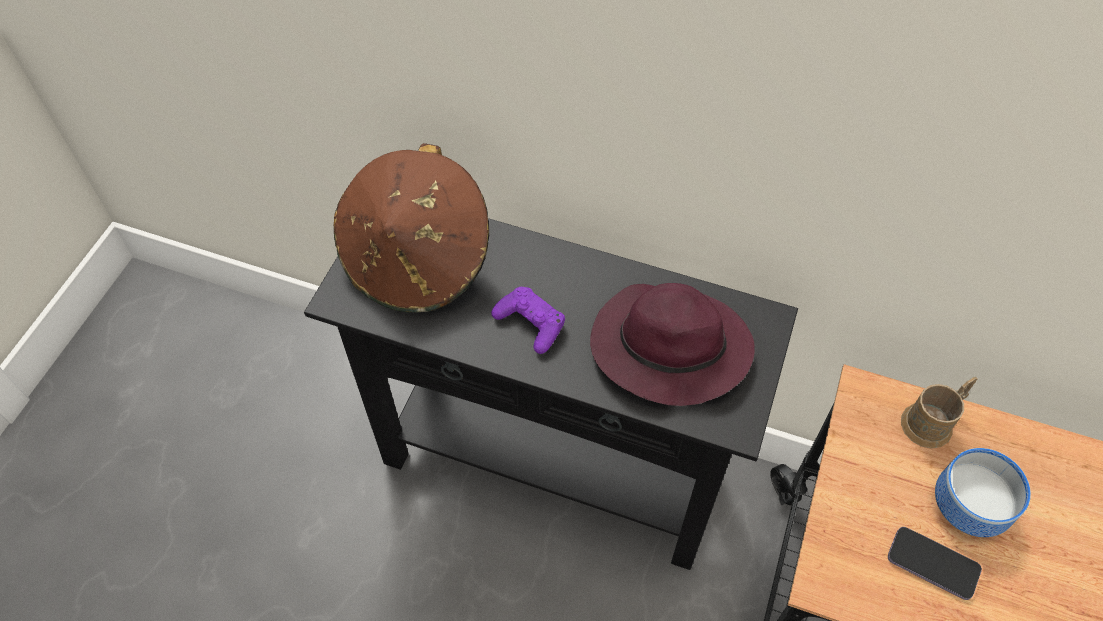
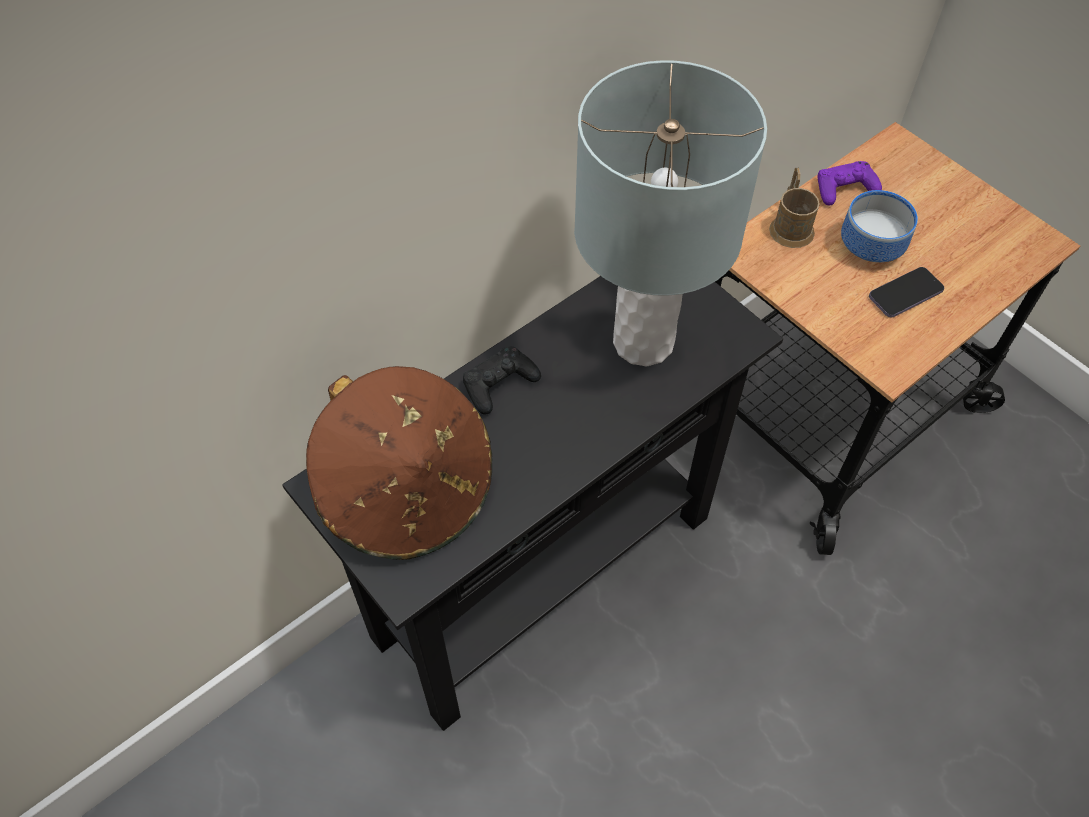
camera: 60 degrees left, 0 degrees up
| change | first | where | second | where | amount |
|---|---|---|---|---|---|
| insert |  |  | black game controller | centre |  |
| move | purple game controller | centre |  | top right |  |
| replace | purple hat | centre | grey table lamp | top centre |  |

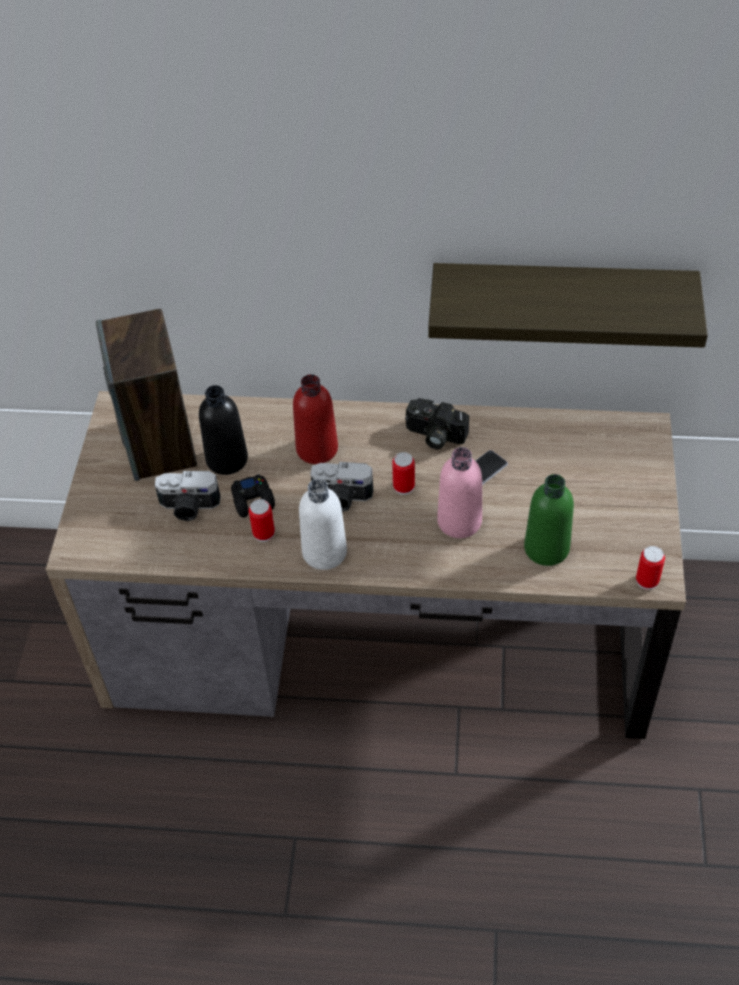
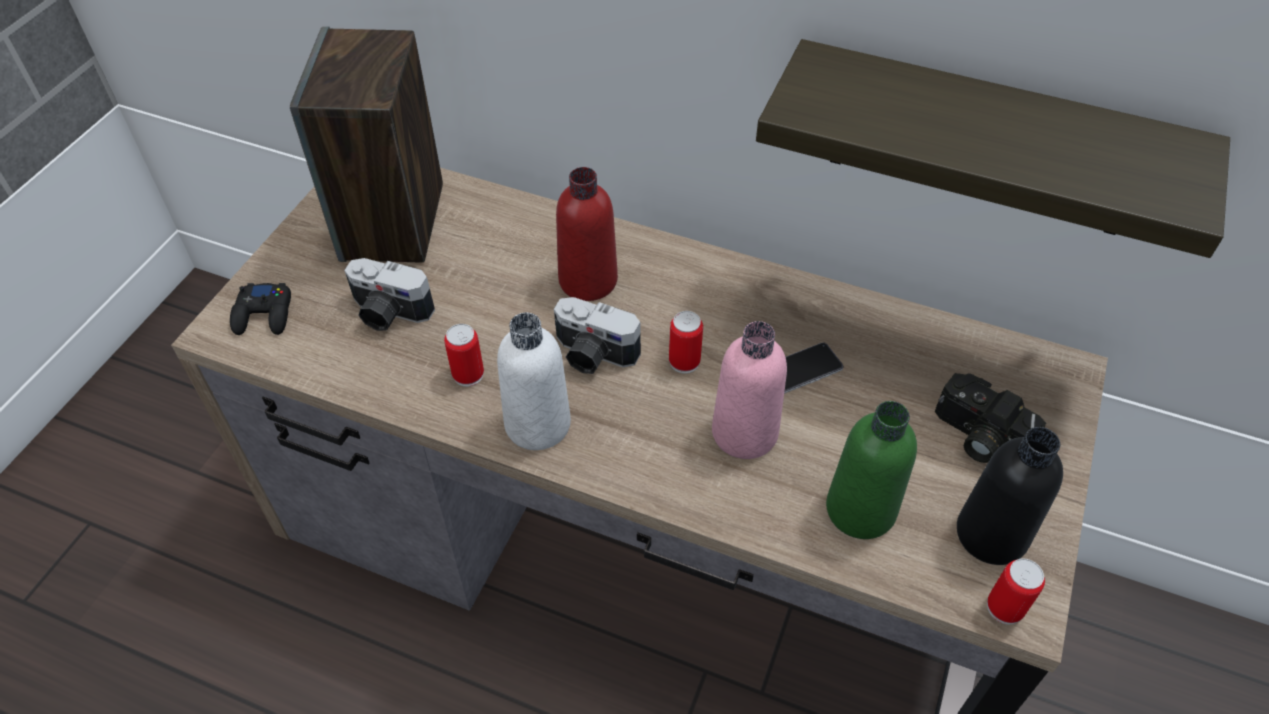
camera: 15 degrees right, 0 degrees up
| change | first | where | second | where | amount |
|---|---|---|---|---|---|
| move | black bottle | middle left |  | bottom right |  |
| move | black game controller | centre |  | middle left |  |
| move | photo camera (3rd from left) | centre |  | middle right |  |

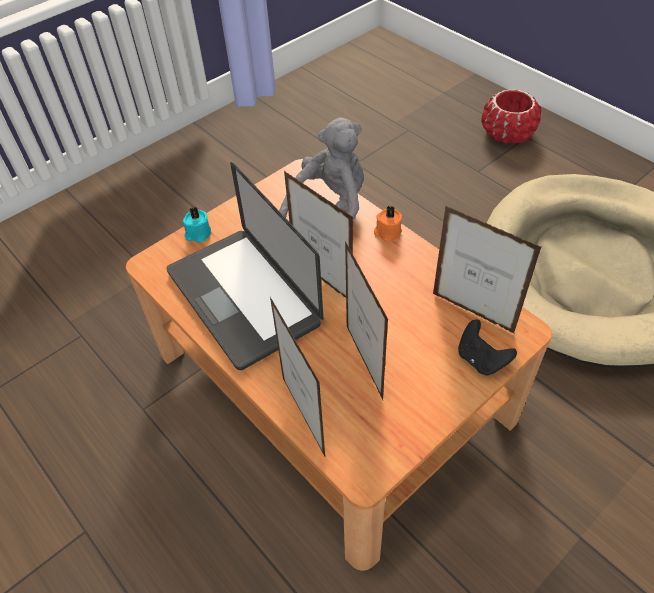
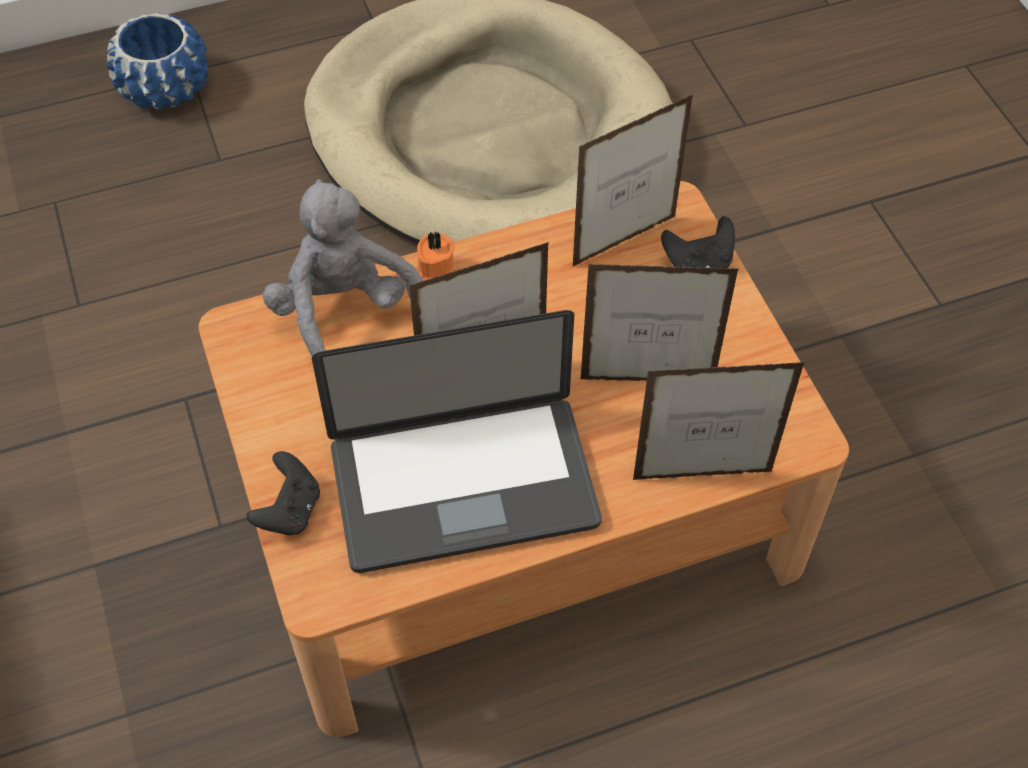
camera: 70 degrees left, 5 degrees up
| change | first | where | second | where | amount |
|---|---|---|---|---|---|
| replace | turquoise candle | middle left | black game controller (1st from left) | middle left |  |
| recolor | red planter | top right | blue planter | top left |  |

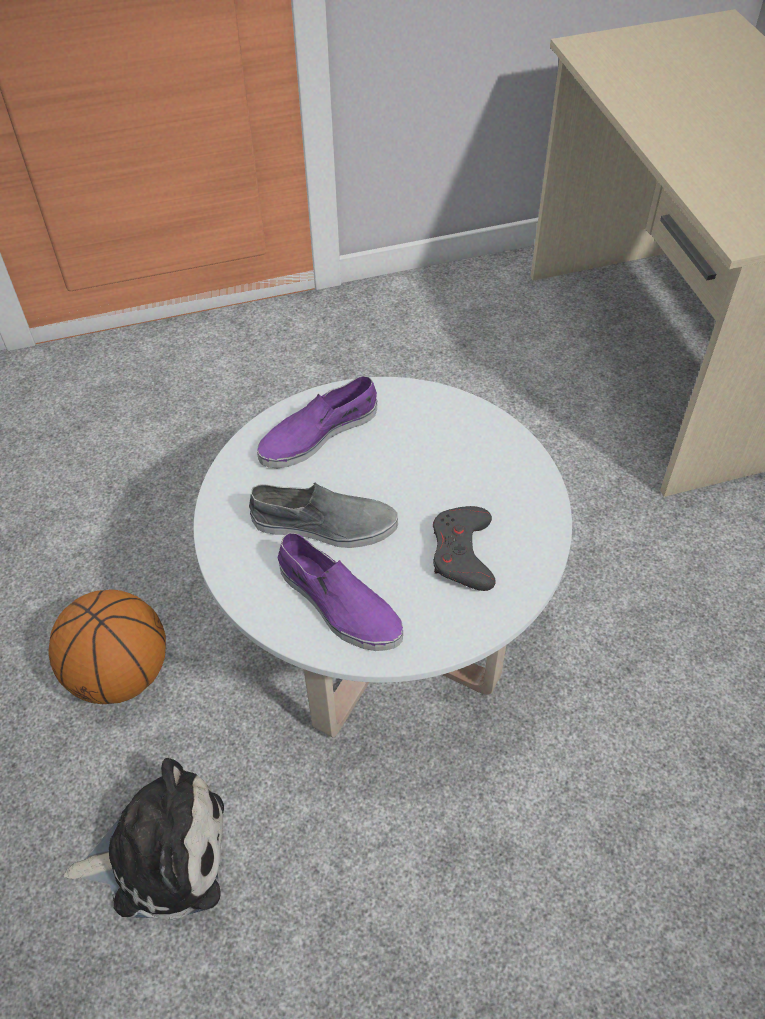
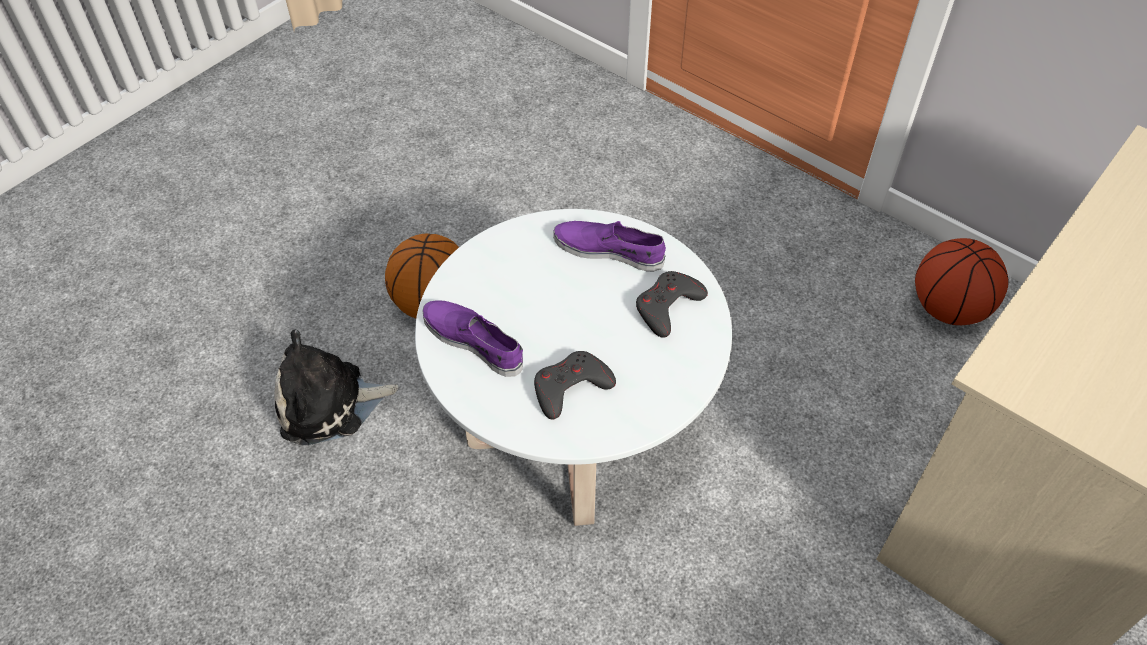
camera: 55 degrees right, 0 degrees up
| change | first | where | second | where | amount |
|---|---|---|---|---|---|
| delete | grey shoe | centre |  |  |  |
| insert |  |  | grey game controller (2nd from left) | centre |  |
| insert |  |  | basketball (2nd from left) | middle right |  |
| rotate | plush toy | bottom left |  | middle left | 120 degrees clockwise |
| rotate | purple shoe (2nd from left in the first image) | centre | purple shoe (1st from left) | centre | 120 degrees clockwise |

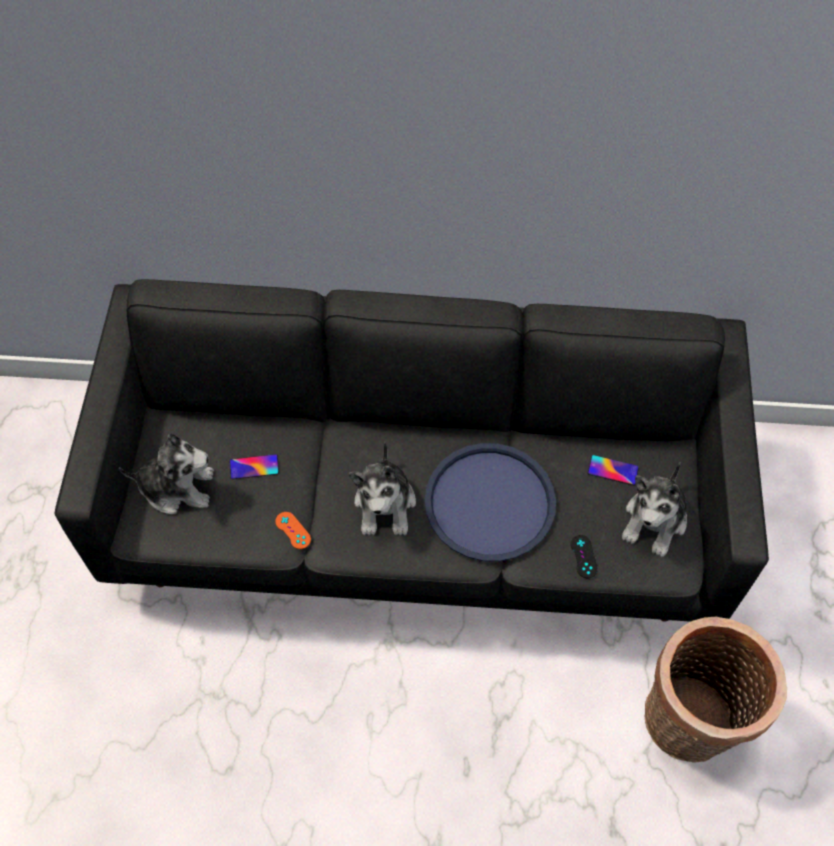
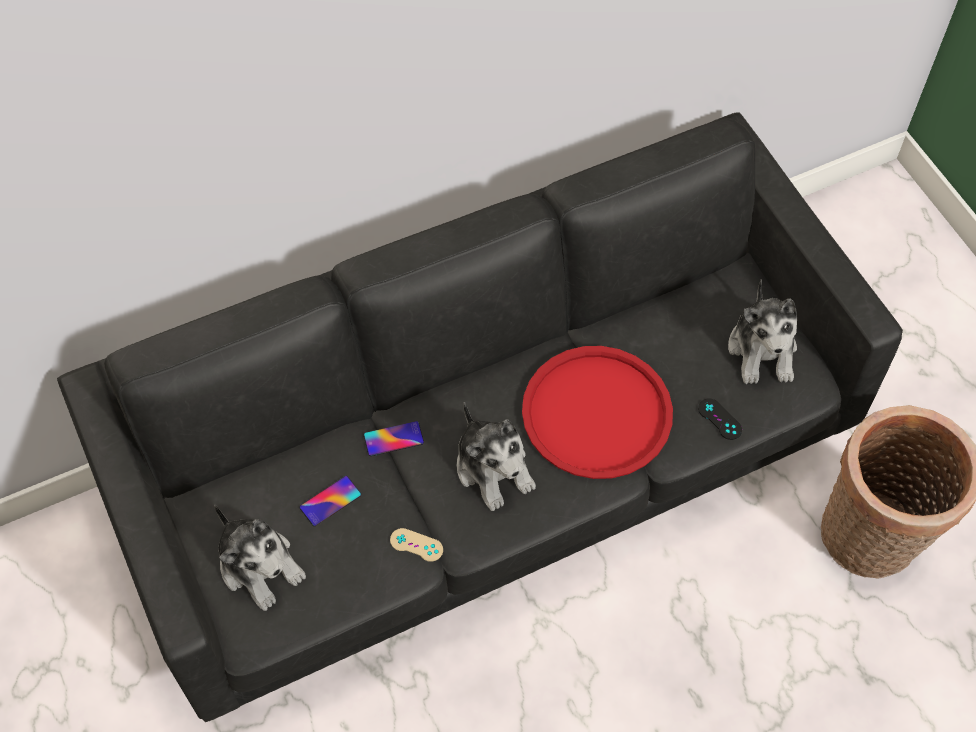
camera: 30 degrees left, 0 degrees up
| change | first | where | second | where | amount |
|---|---|---|---|---|---|
| move | phone (2nd from left) | middle right |  | centre |  |
| recolor | orange game controller | centre | beige game controller | bottom centre |  |
| recolor | blue tray | centre | red tray | centre |  |
| rotate | plush toy (1st from left) | middle left |  | bottom left | 75 degrees clockwise |

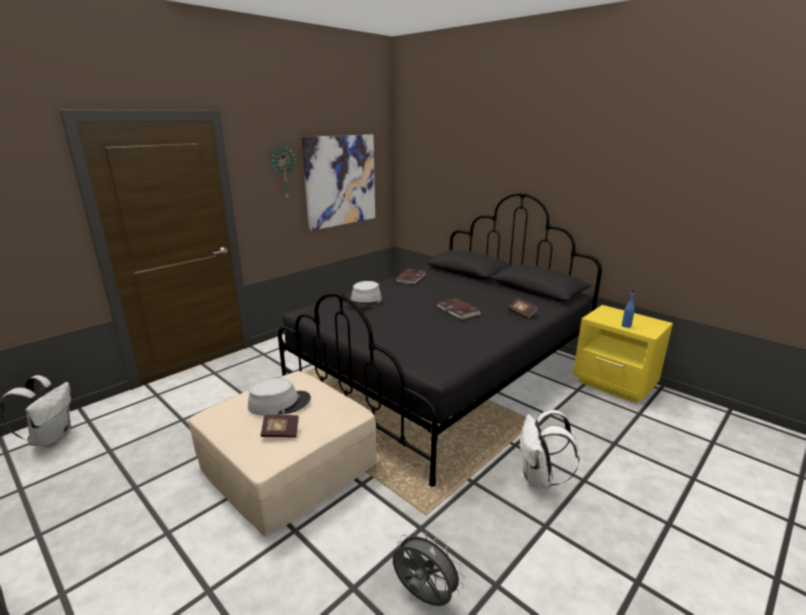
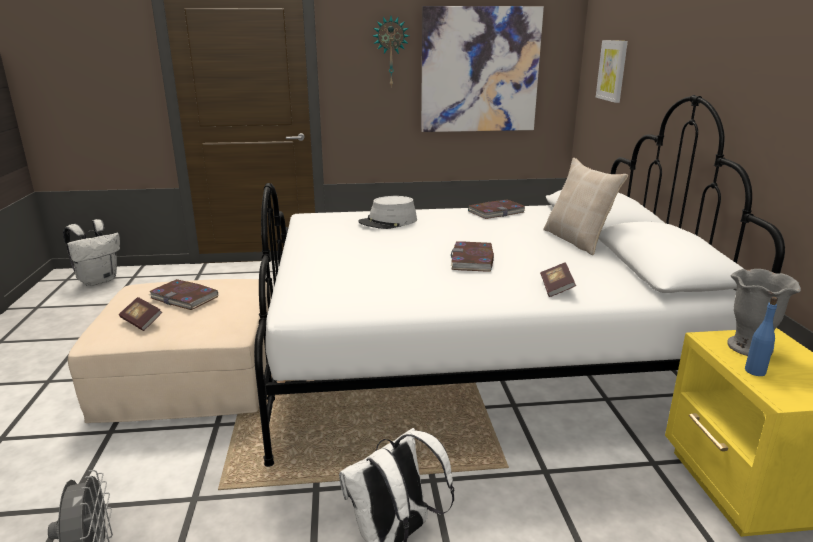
camera: 40 degrees right, 0 degrees up
| change | first | where | second | where | amount |
|---|---|---|---|---|---|
| insert |  |  | beige pillow | middle right |  |
| insert |  |  | picture (2nd from left) | top right |  |
| insert |  |  | grey vase | middle right |  |
| replace | grey hat (1st from left) | centre | book (2nd from left) | middle left |  |
| recolor | black bed | centre | white bed | centre |  |

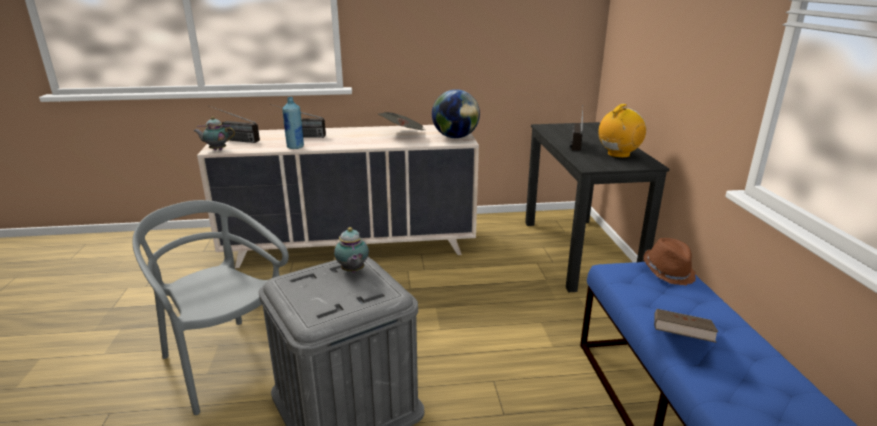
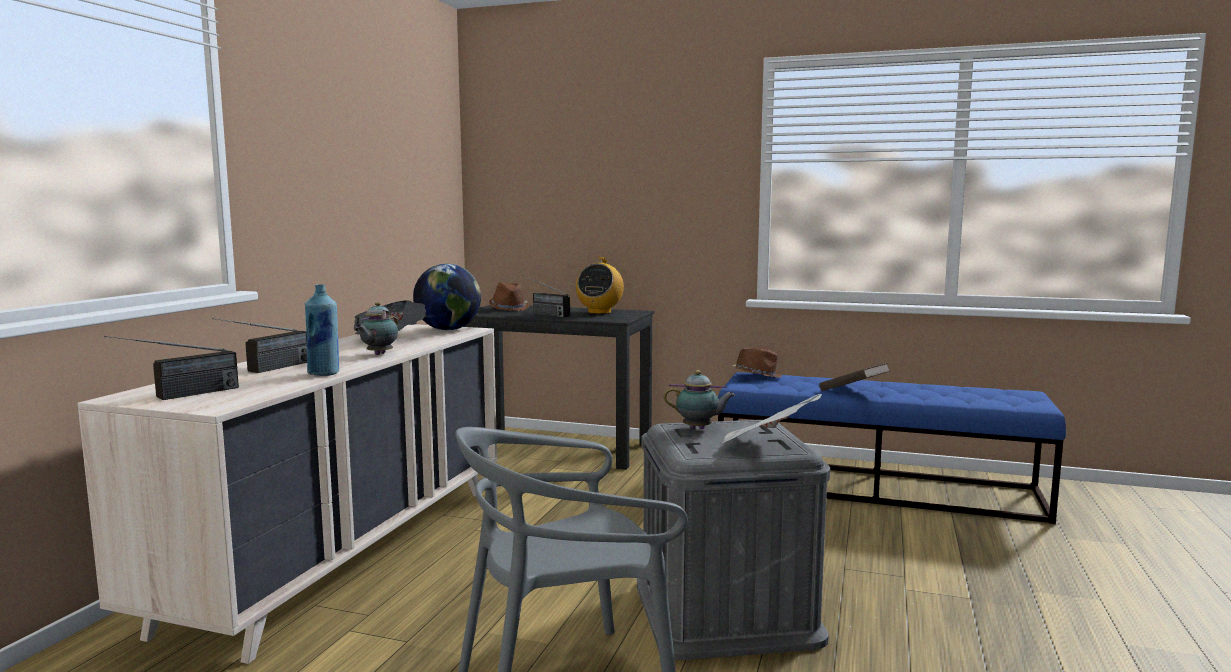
camera: 65 degrees left, 15 degrees down
| change | first | where | second | where | amount |
|---|---|---|---|---|---|
| insert |  |  | brown hat (1st from left) | centre |  |
| insert |  |  | newspaper (2nd from left) | centre |  |
| move | teapot (1st from left) | top left |  | middle left |  |
| rotate | radio (4th from left) | top right |  | centre | 150 degrees counterclockwise |

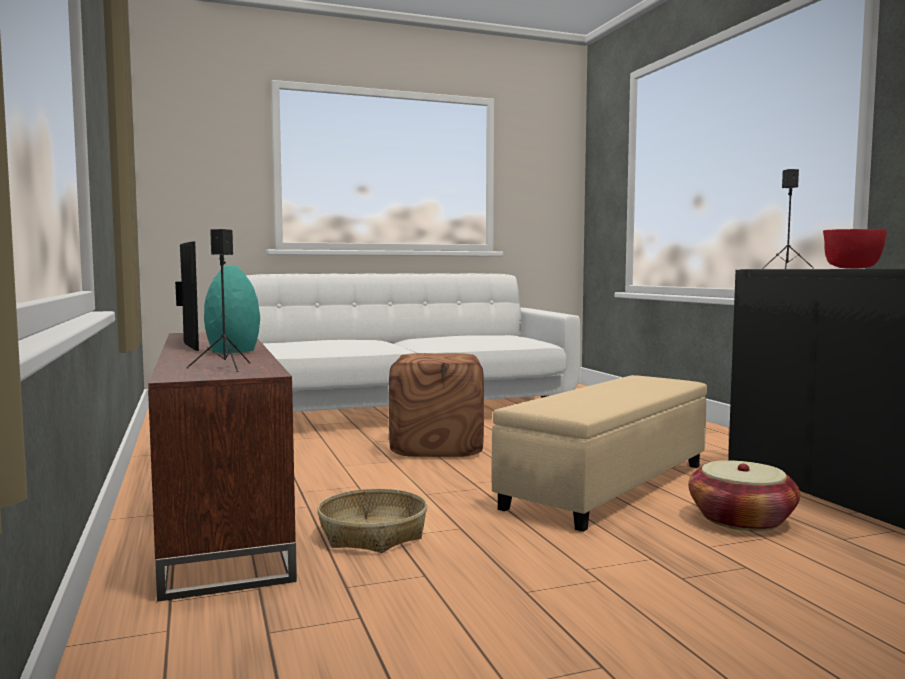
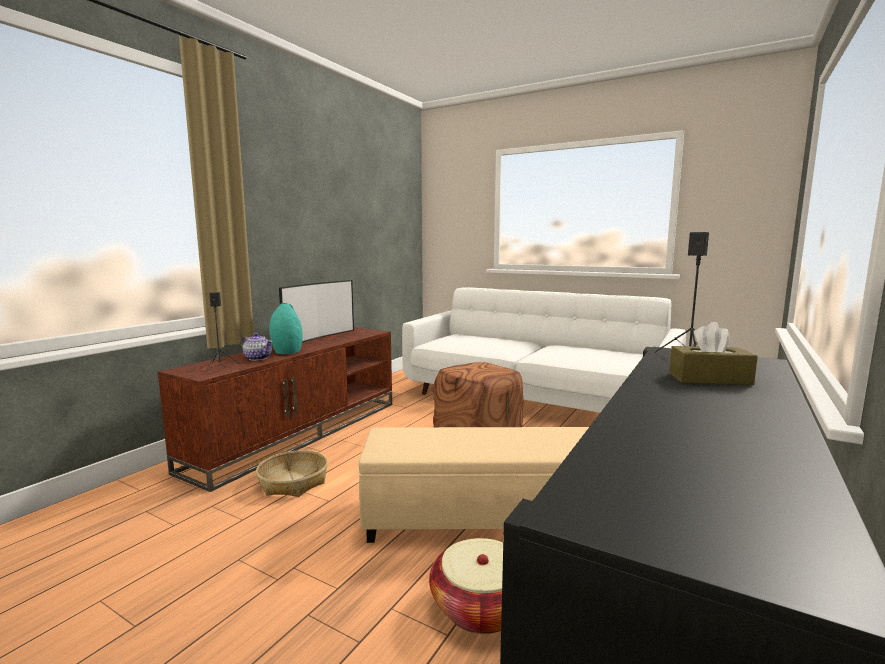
camera: 50 degrees right, 5 degrees up
| change | first | where | second | where | amount |
|---|---|---|---|---|---|
| insert |  |  | teapot | middle left |  |
| replace | red bowl | middle right | brown tissue box | middle right |  |

